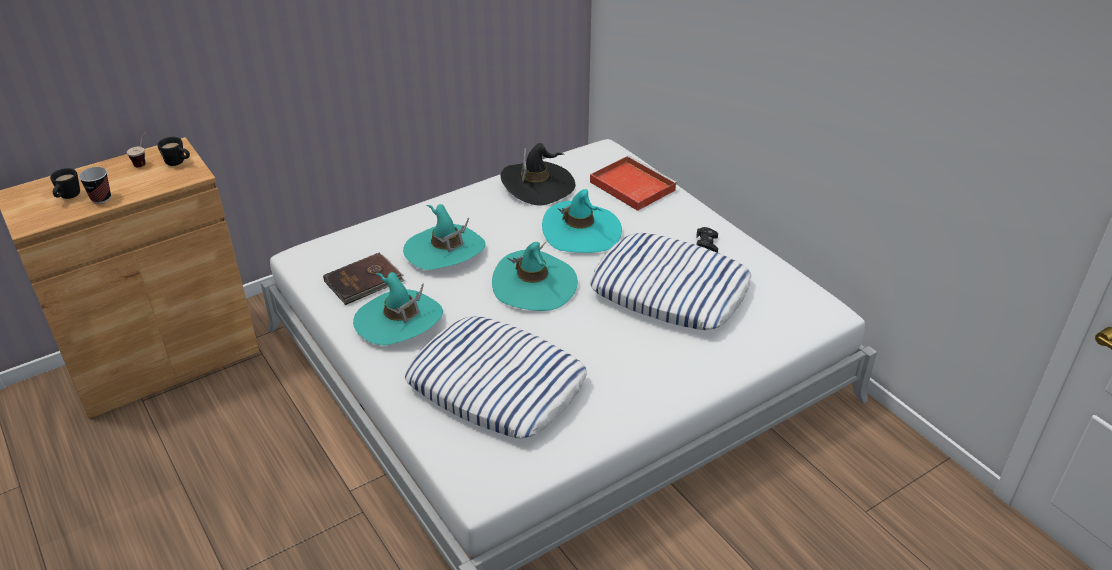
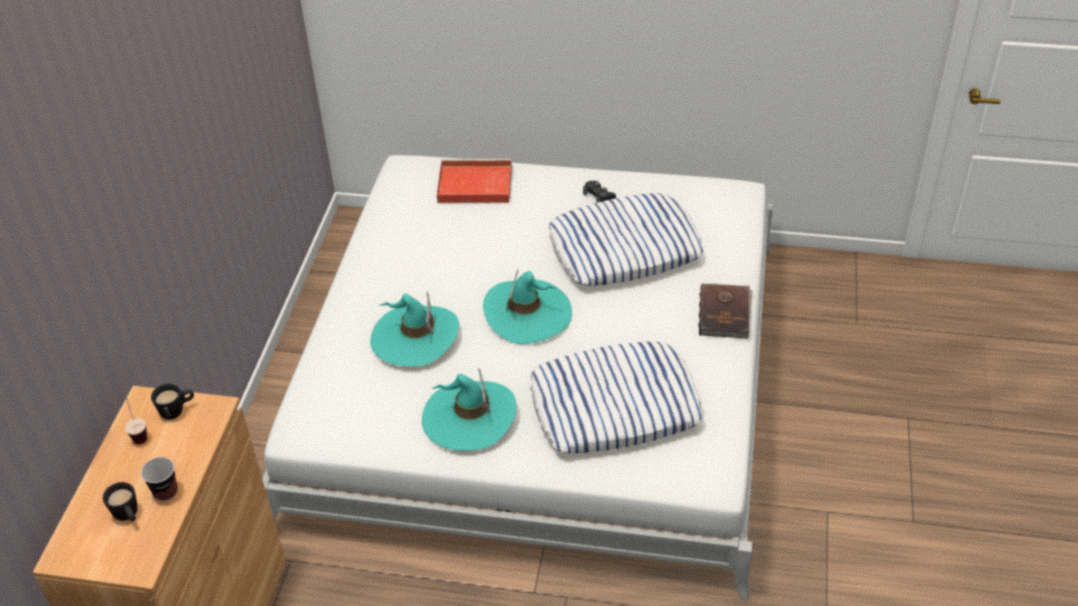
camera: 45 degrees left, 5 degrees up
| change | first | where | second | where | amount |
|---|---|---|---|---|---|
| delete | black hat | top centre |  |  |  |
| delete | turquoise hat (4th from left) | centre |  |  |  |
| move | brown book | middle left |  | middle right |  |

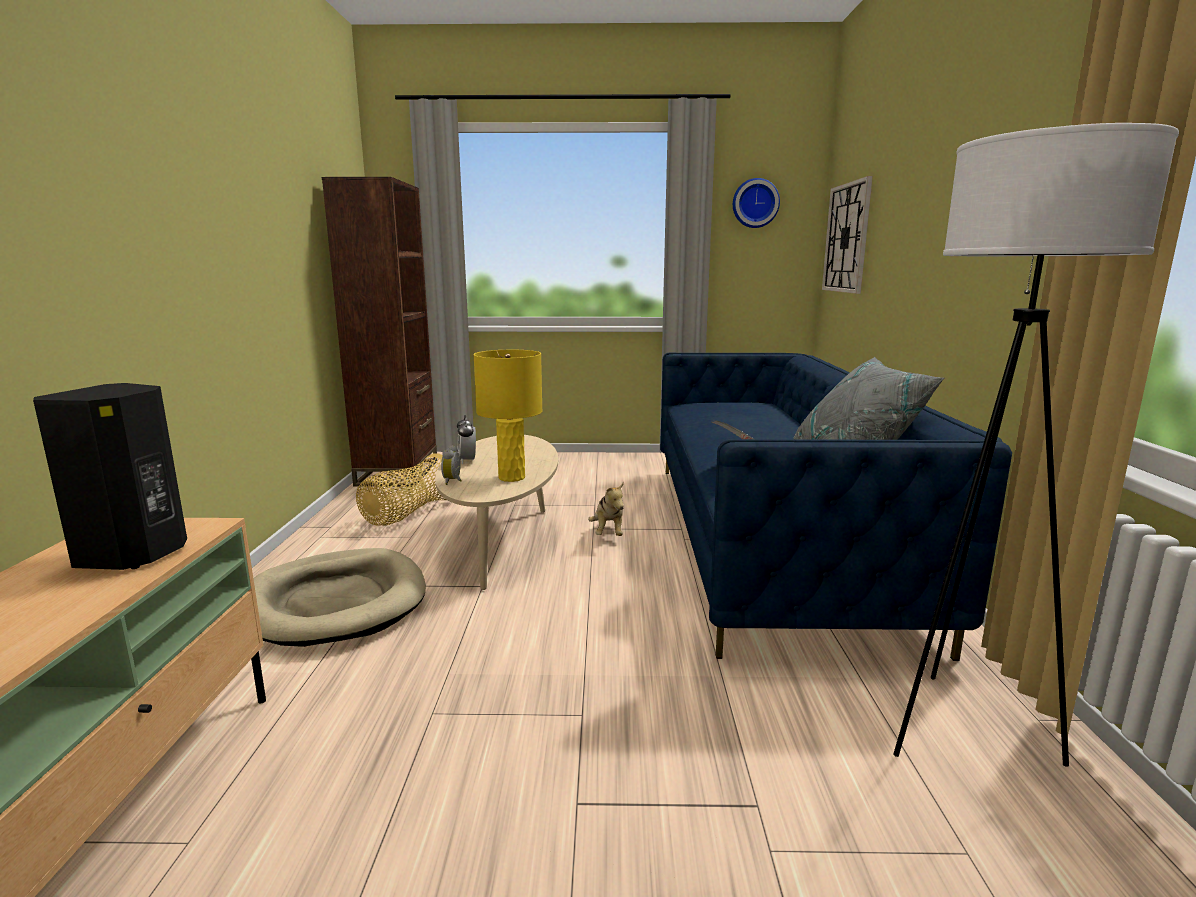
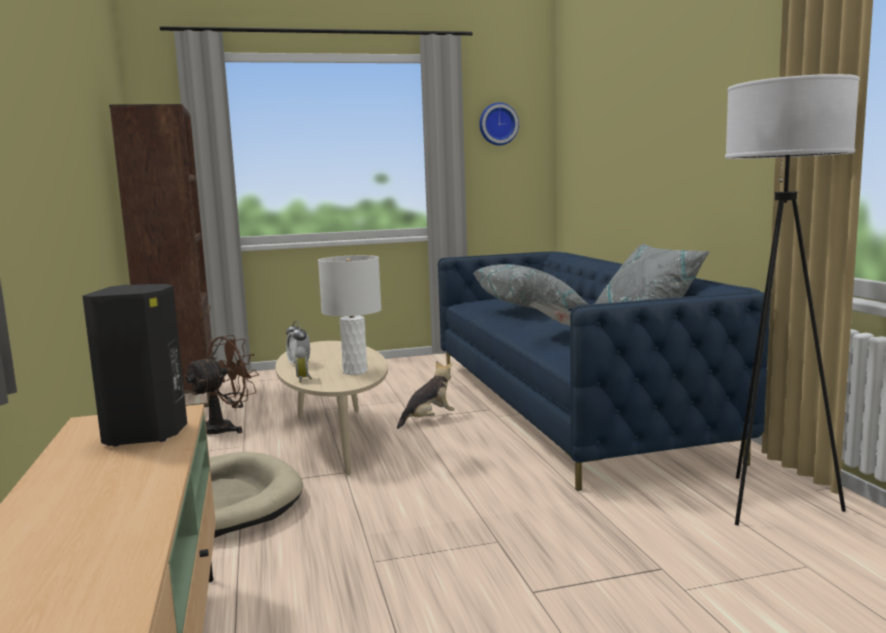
camera: 15 degrees left, 5 degrees down
| change | first | where | second | where | amount |
|---|---|---|---|---|---|
| delete | wall clock (2nd from left) | top right |  |  |  |
| insert |  |  | grey pillow (1st from left) | centre |  |
| replace | basket | centre | brown fan | middle left |  |
| recolor | yellow table lamp | centre | white table lamp | centre |  |
| rotate | plush toy | centre |  | centre | 105 degrees counterclockwise |

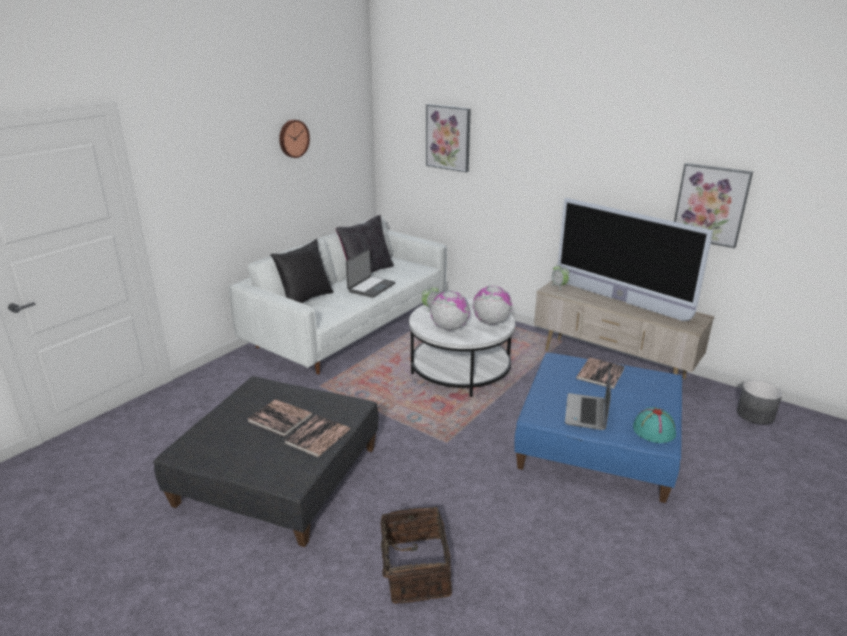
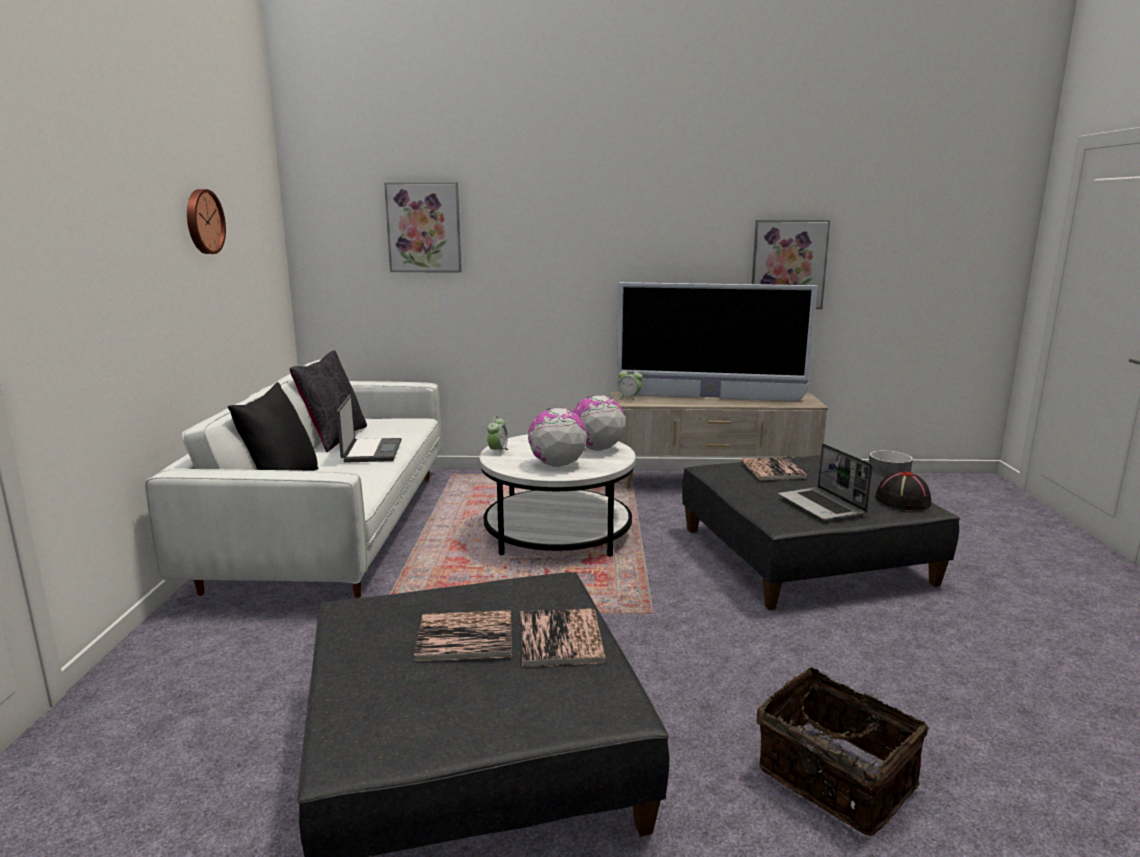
camera: 35 degrees left, 10 degrees down
| change | first | where | second | where | amount |
|---|---|---|---|---|---|
| recolor | blue ottoman | bottom right | grey ottoman (2nd from left) | middle right |  |
| recolor | turquoise hat | bottom right | black hat | middle right |  |

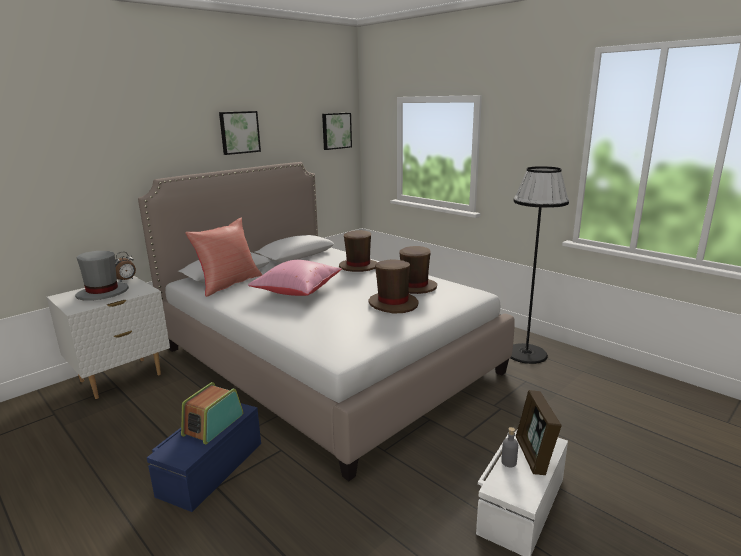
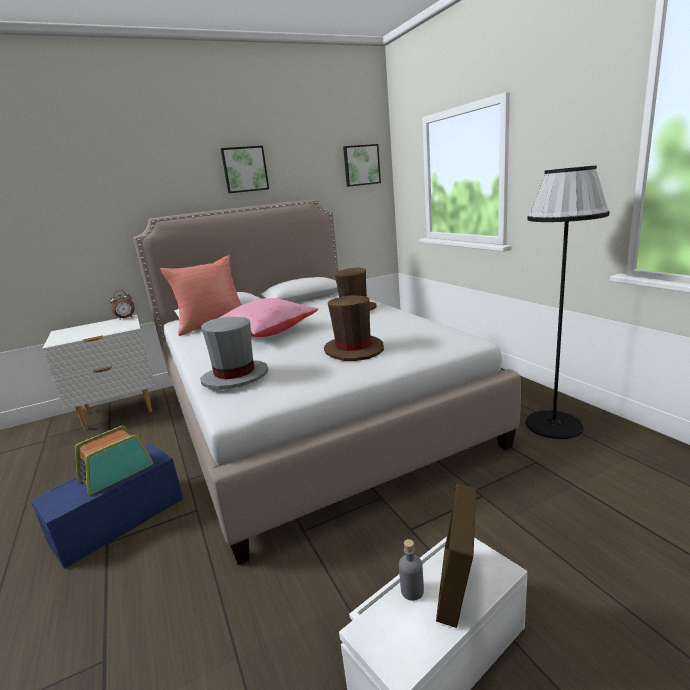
camera: 20 degrees right, 0 degrees up
| change | first | where | second | where | amount |
|---|---|---|---|---|---|
| delete | brown hat (3rd from left) | centre |  |  |  |
| move | grey hat | middle left |  | centre |  |

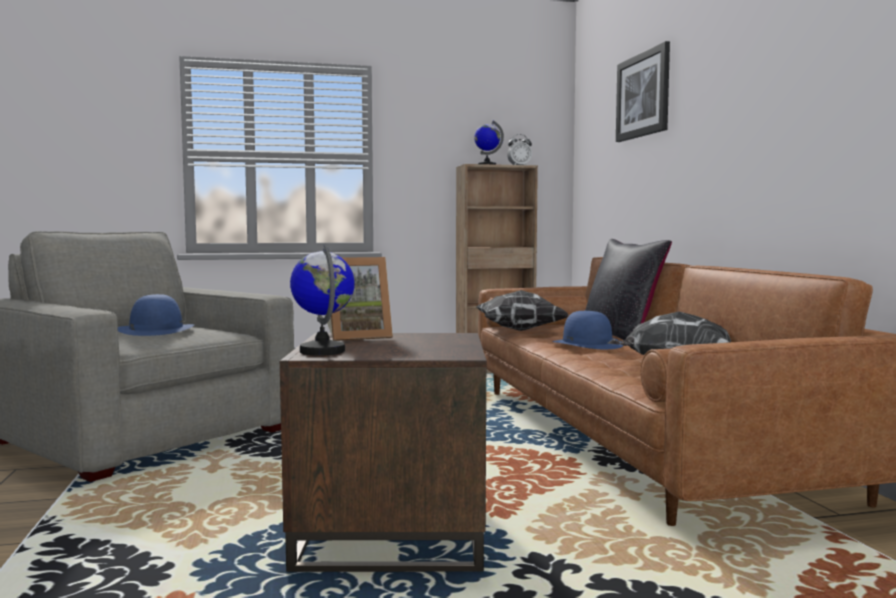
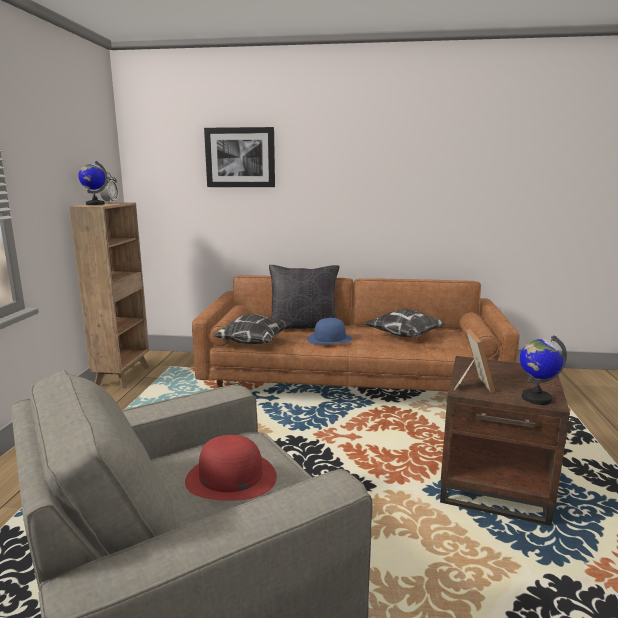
camera: 70 degrees left, 10 degrees up
| change | first | where | second | where | amount |
|---|---|---|---|---|---|
| recolor | blue hat (1st from left) | middle left | red hat | bottom centre |  |

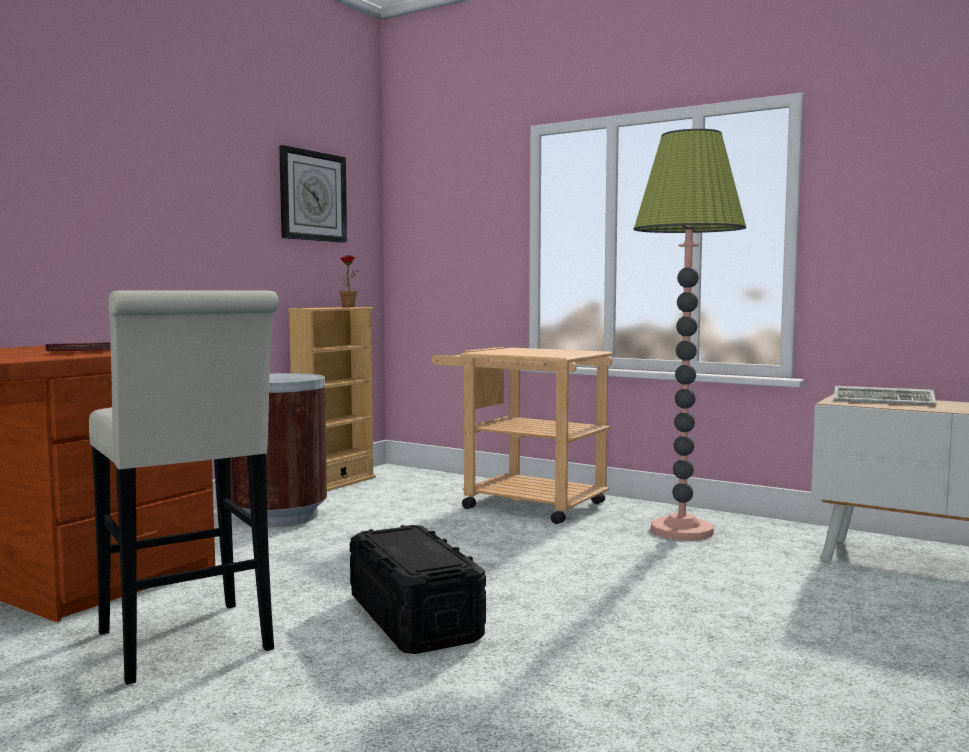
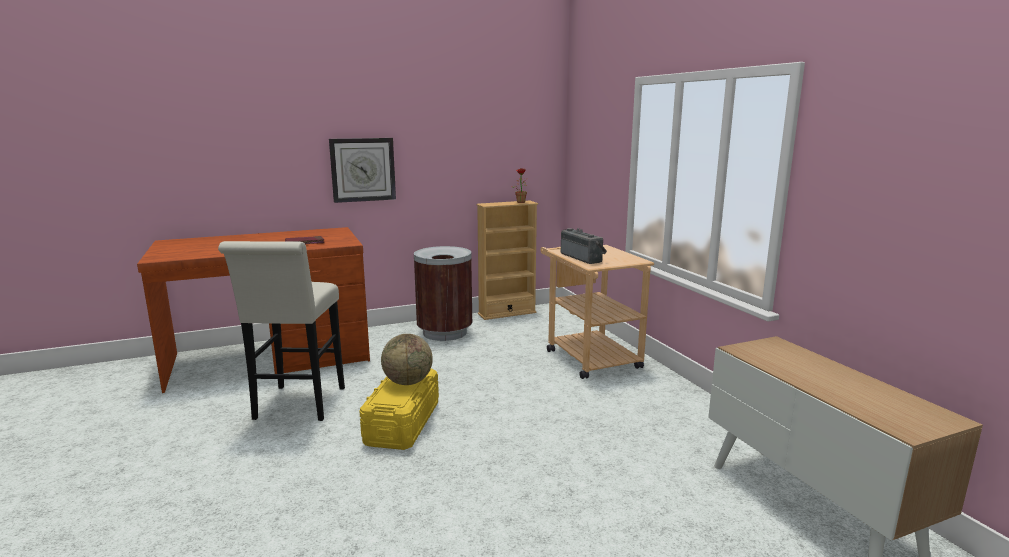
camera: 35 degrees right, 10 degrees up
| change | first | where | second | where | amount |
|---|---|---|---|---|---|
| delete | floor lamp | middle right |  |  |  |
| delete | keyboard | middle right |  |  |  |
| insert |  |  | globe | centre |  |
| insert |  |  | radio | centre |  |
| move | wall clock | top left |  | top centre |  |
| recolor | black storage box | bottom centre | yellow storage box | bottom centre |  |

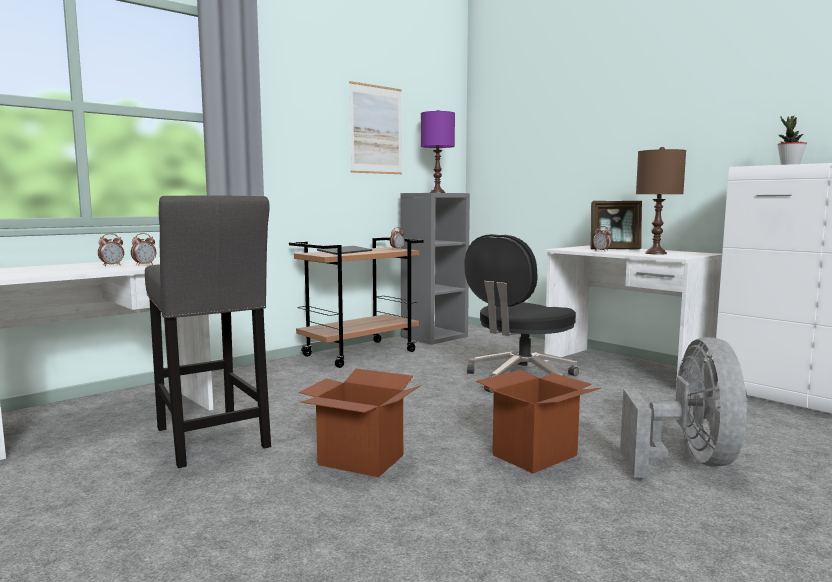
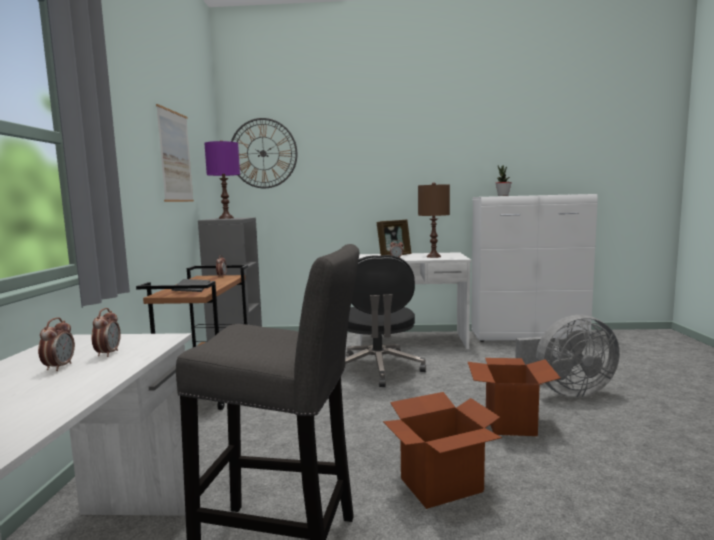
camera: 45 degrees left, 0 degrees up
| change | first | where | second | where | amount |
|---|---|---|---|---|---|
| insert |  |  | wall clock | top centre |  |
| rotate | grey fan | bottom right |  | middle right | 120 degrees clockwise |

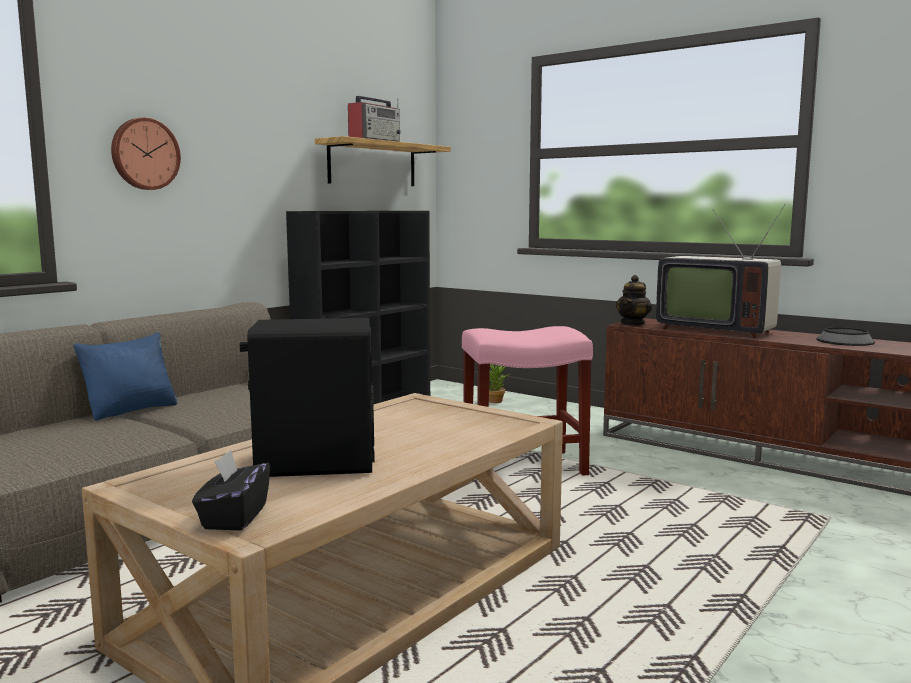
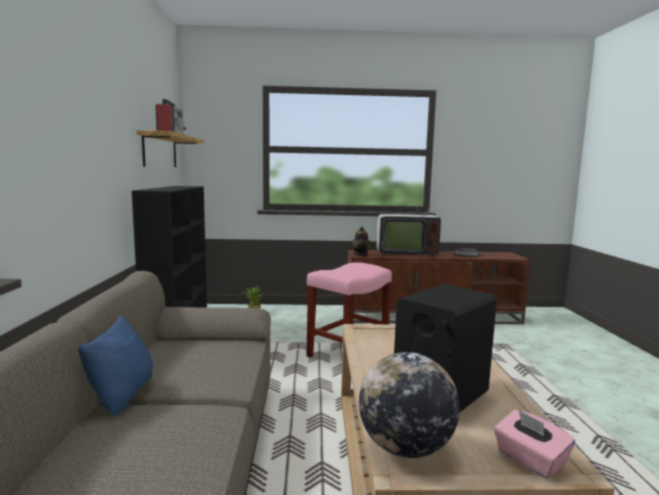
camera: 40 degrees left, 0 degrees up
| change | first | where | second | where | amount |
|---|---|---|---|---|---|
| delete | wall clock | top left |  |  |  |
| insert |  |  | globe | bottom centre |  |
| recolor | black tissue box | bottom left | pink tissue box | bottom right |  |

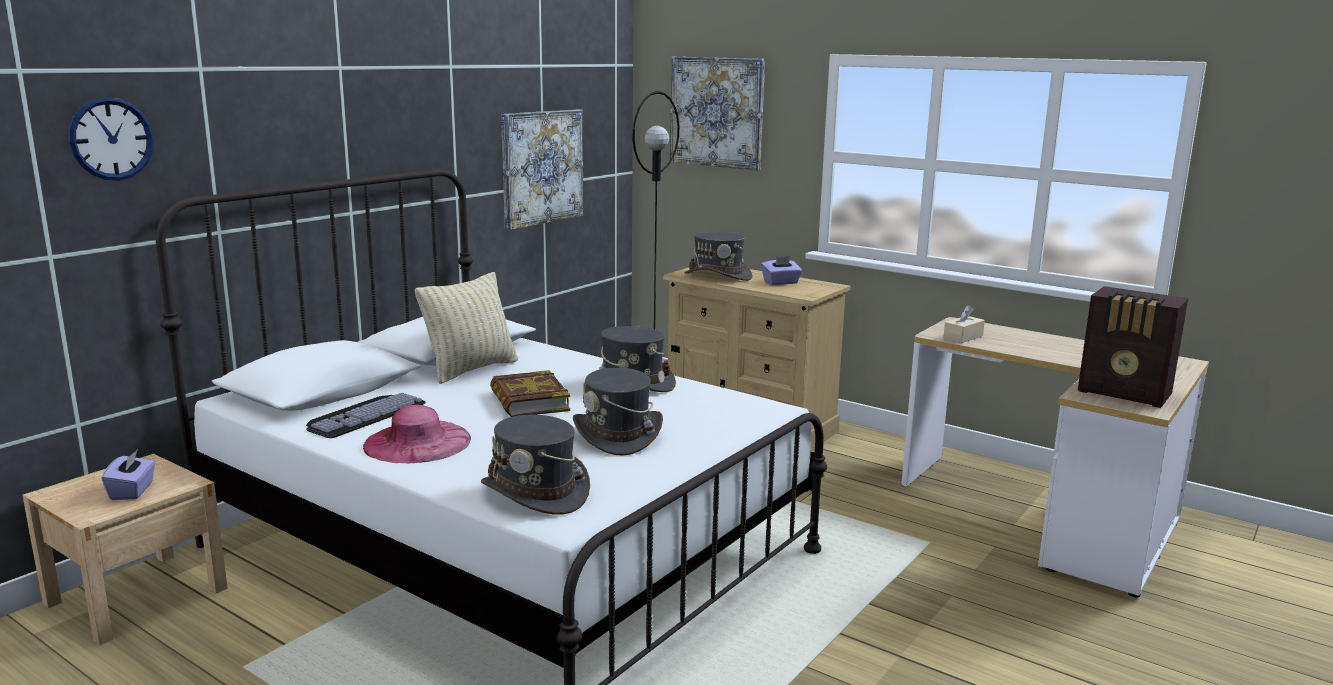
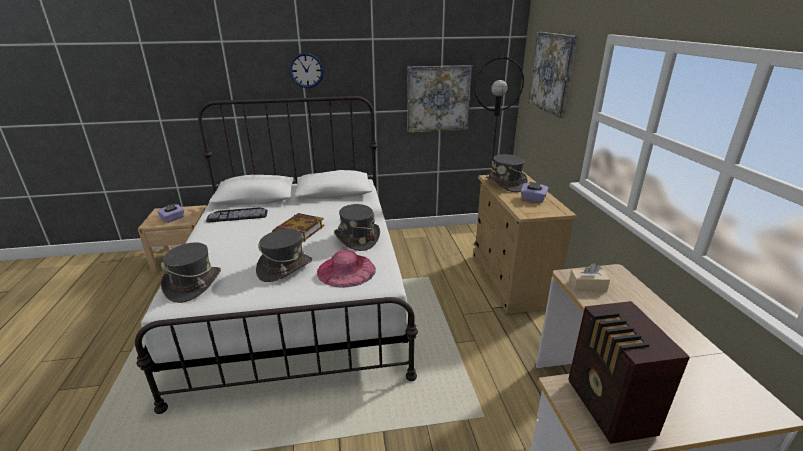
camera: 45 degrees right, 10 degrees up
| change | first | where | second | where | amount |
|---|---|---|---|---|---|
| delete | beige pillow | centre |  |  |  |
| move | wall clock | top left |  | top centre |  |
| move | pink hat | middle left |  | centre |  |

